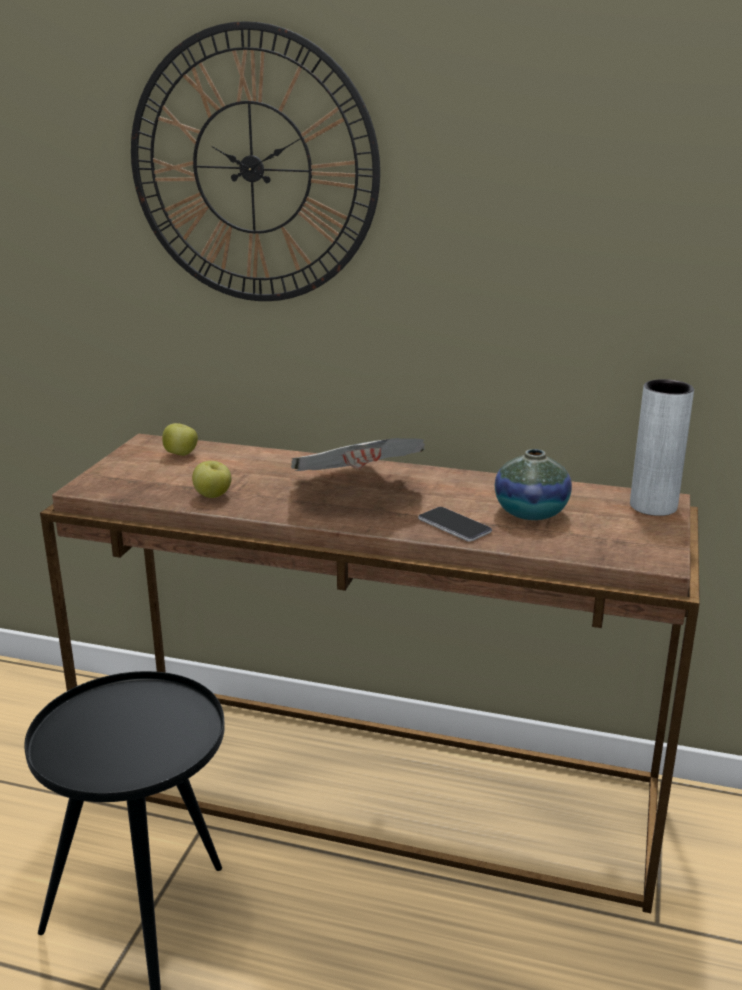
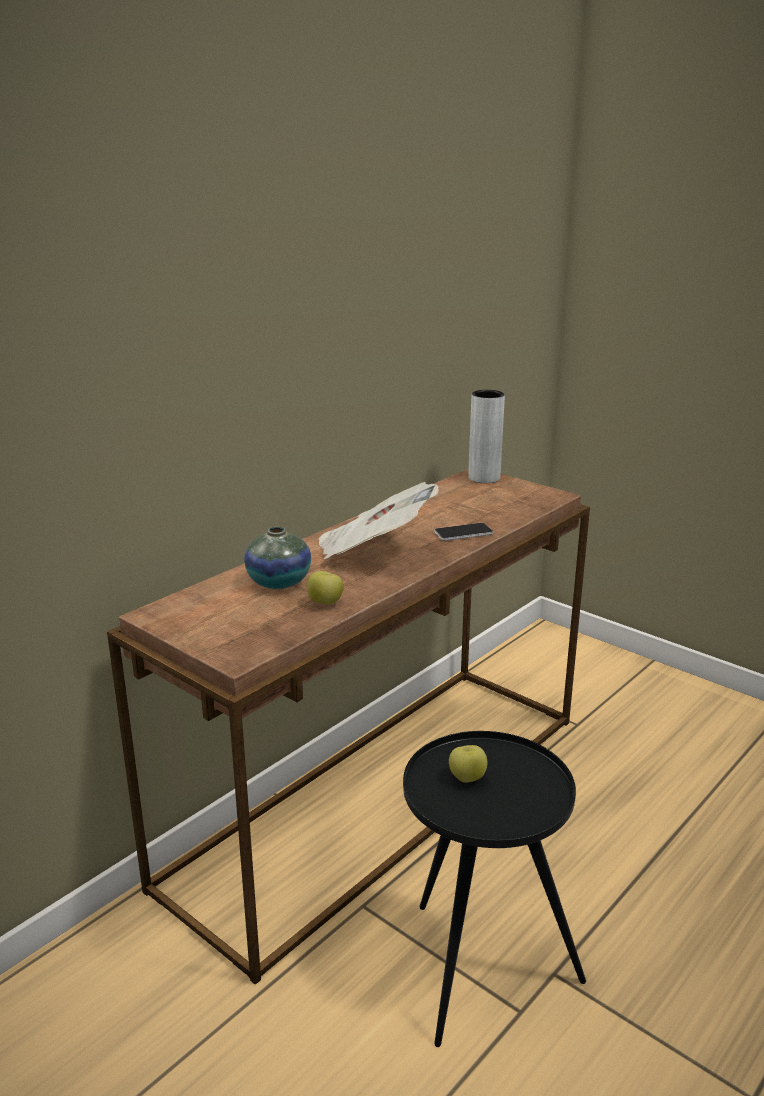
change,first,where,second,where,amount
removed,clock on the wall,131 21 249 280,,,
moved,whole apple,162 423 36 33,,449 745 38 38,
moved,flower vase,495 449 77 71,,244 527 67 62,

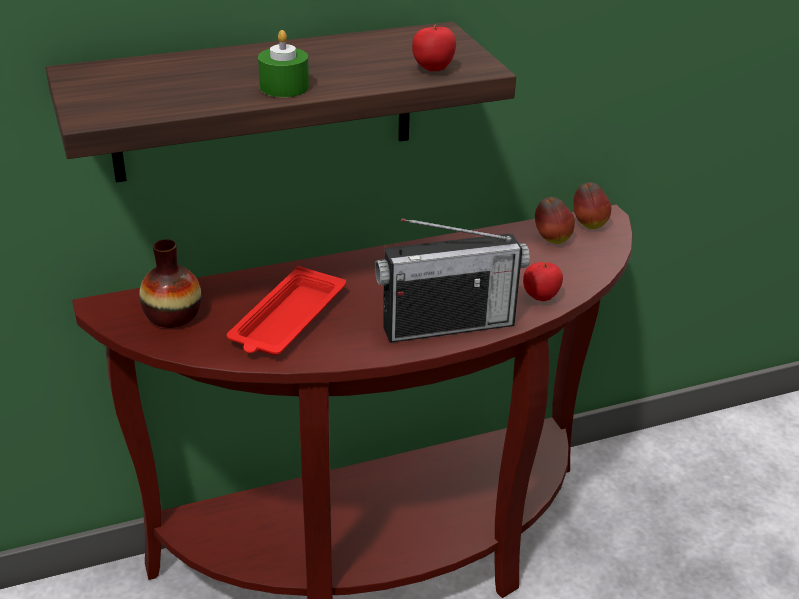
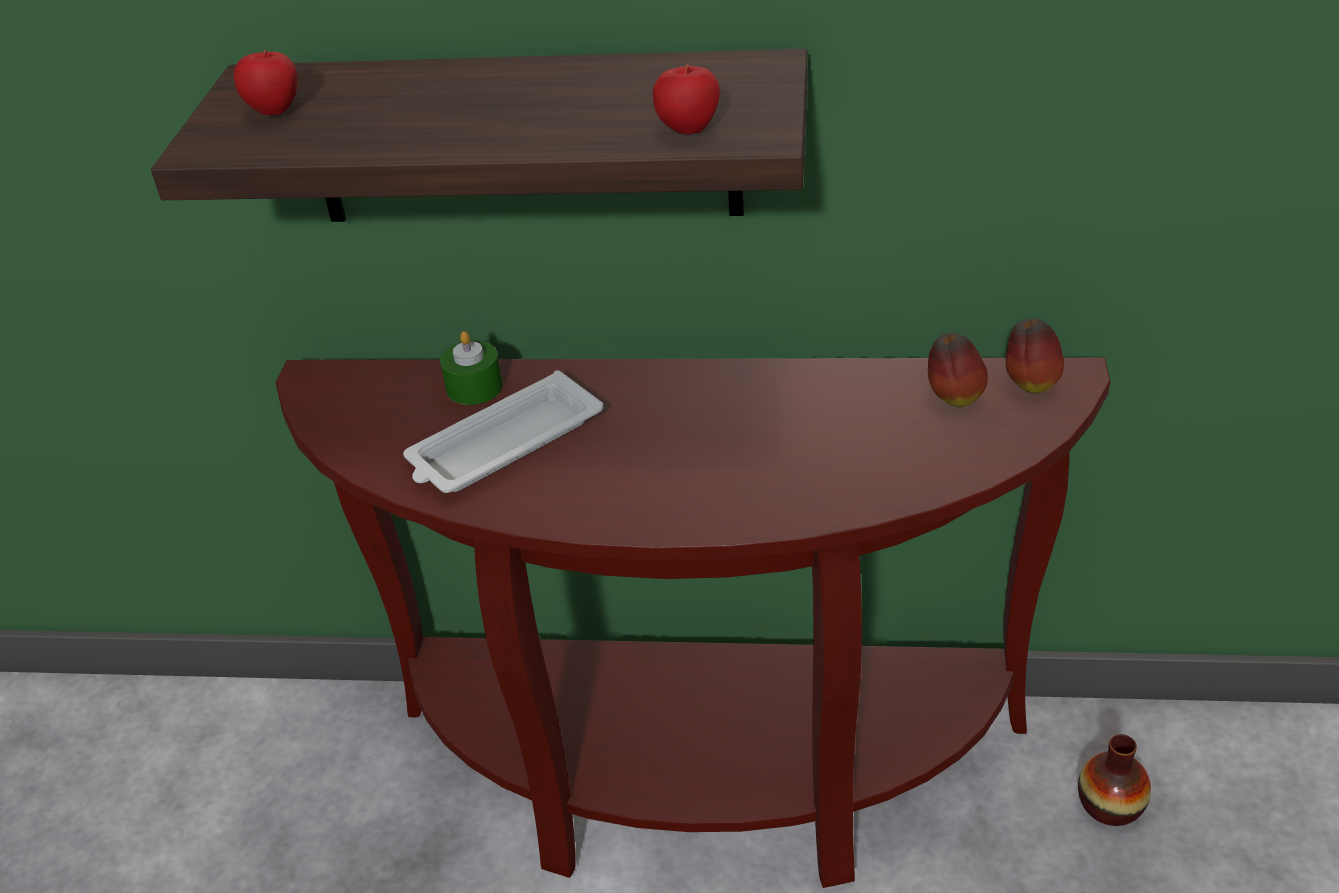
change,first,where,second,where,amount
removed,radio,375 218 155 125,,,
moved,flower vase,139 239 62 89,,1078 734 73 92,
moved,green candle,258 30 51 67,,440 331 63 74,
moved,whole apple,523 262 40 39,,234 50 63 66,
recoloured,red-coloured serving tray,227 266 119 89,white-coloured serving tray,403 370 200 123,

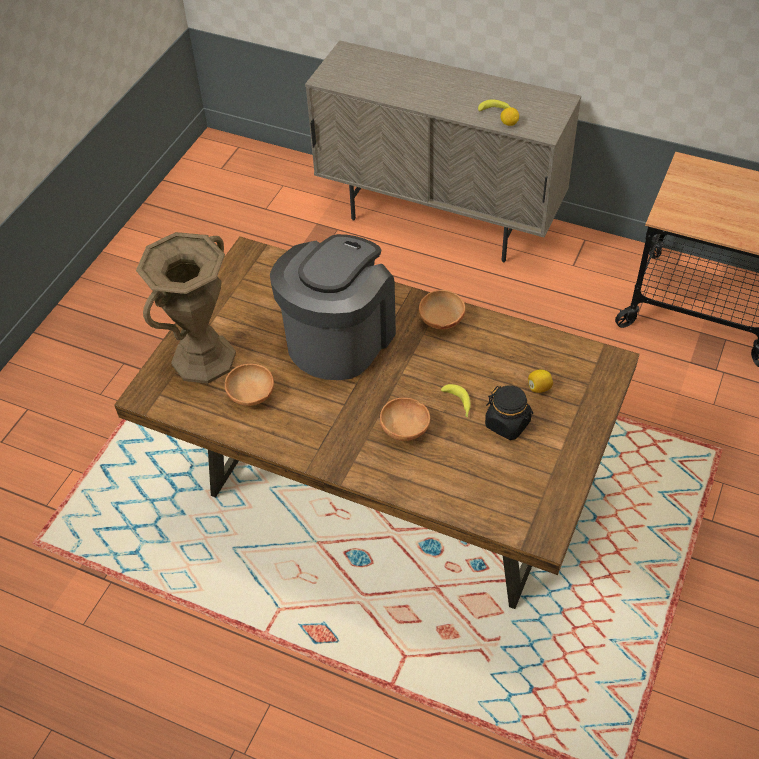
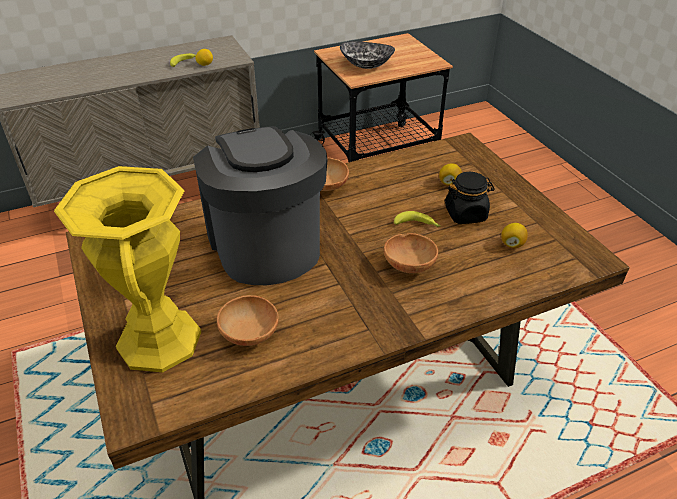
change,first,where,second,where,amount
added,,,serving bowl,340 41 55 28,
added,,,citrus fruit,501 223 27 26,
recoloured,brown-coloured flower vase,136 232 100 151,yellowish flower vase,54 166 147 206,

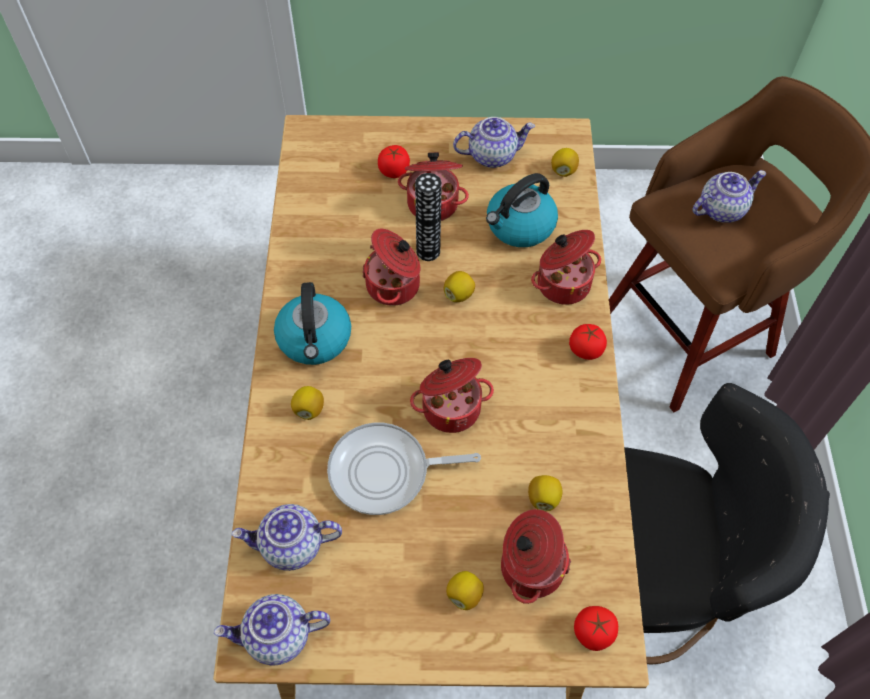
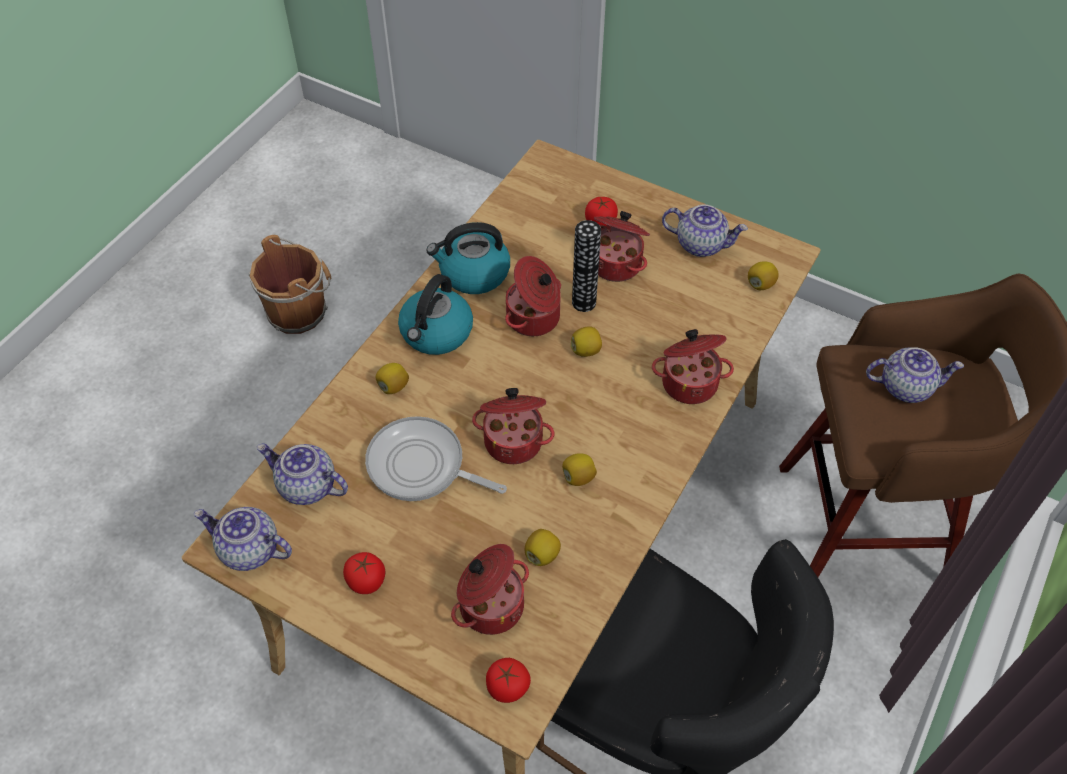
change,first,where,second,where,amount
added,,,brown-coloured bucket,249 235 83 99,
moved,citrus fruit,446 571 38 39,,562 453 35 33,
moved,tea kettle,486 173 72 74,,426 222 84 72,
moved,tomato,569 324 38 36,,343 552 43 42,

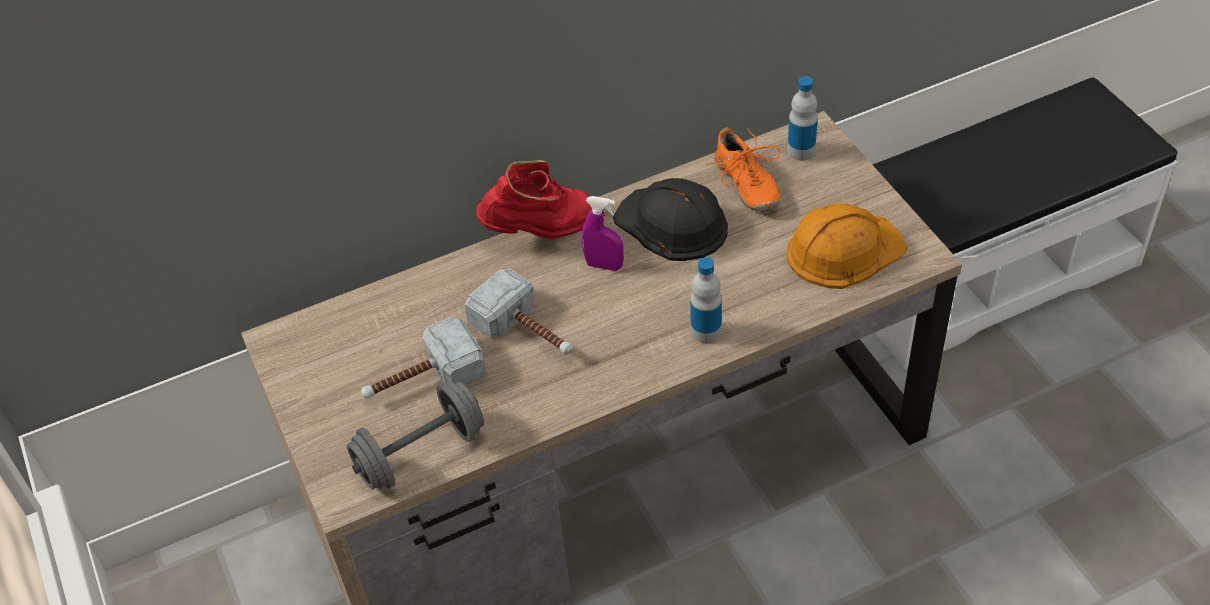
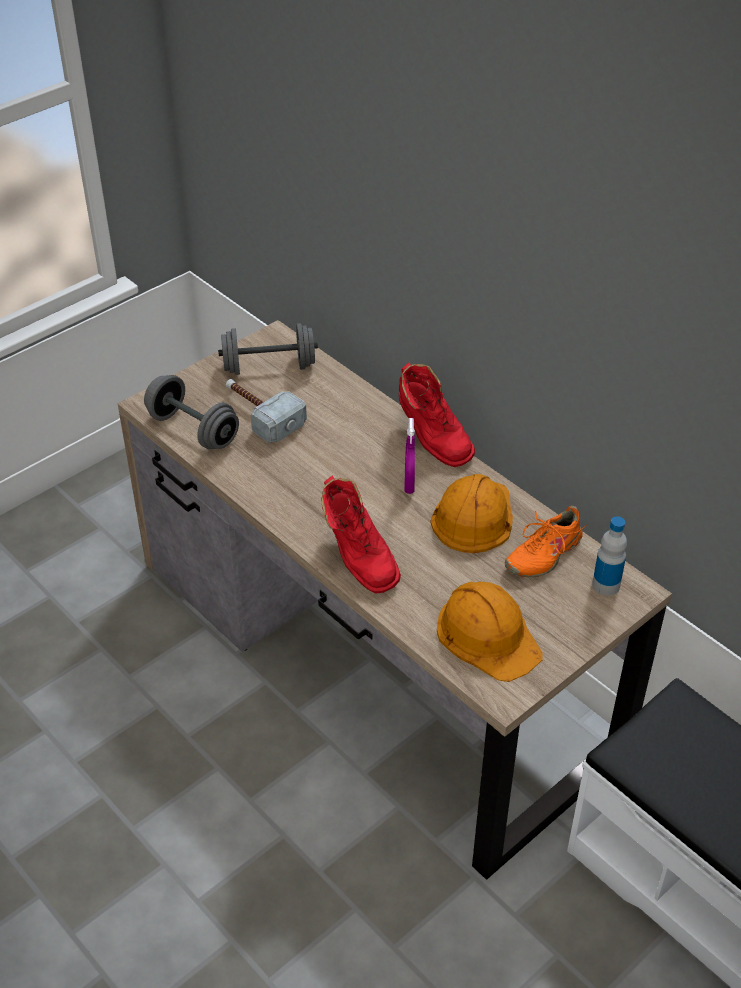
change,first,where,second,where,amount
removed,hammer,464 269 109 86,,,
added,,,greyish hand weight,218 323 100 52,
replaced,bottle,690 257 32 87,red-coloured tall boot,321 476 80 118,
recoloured,black-coloured safety helmet,613 178 115 83,orangey safety helmet,430 474 83 79,

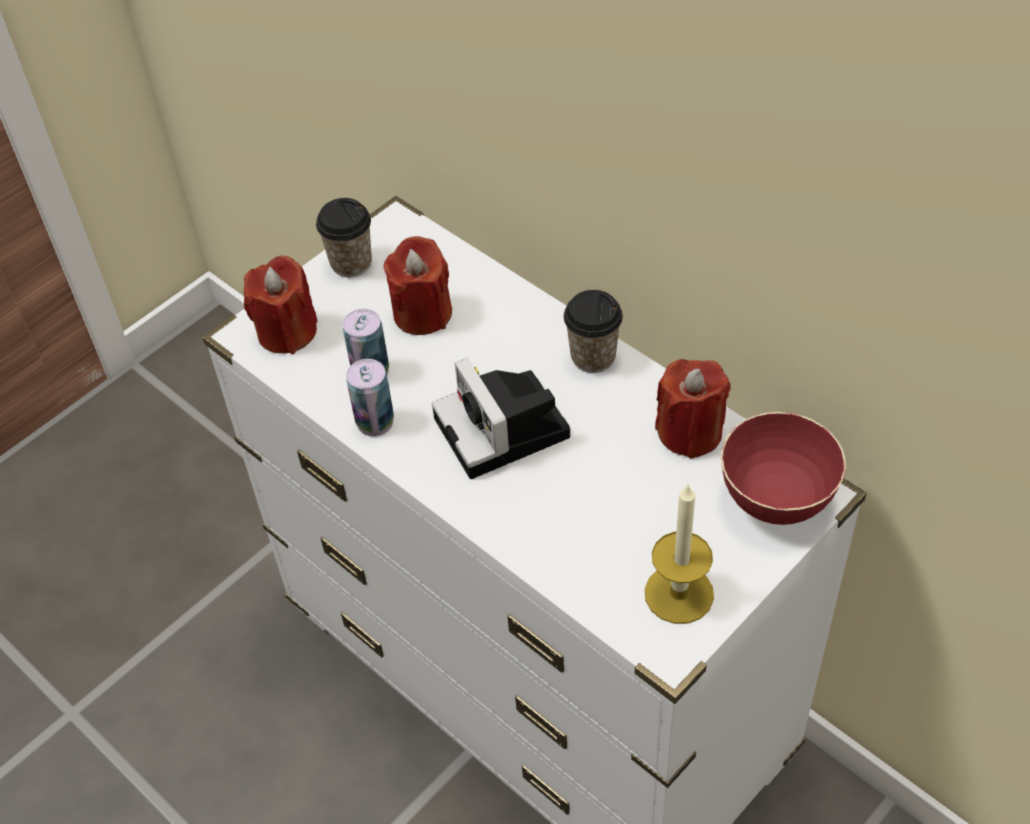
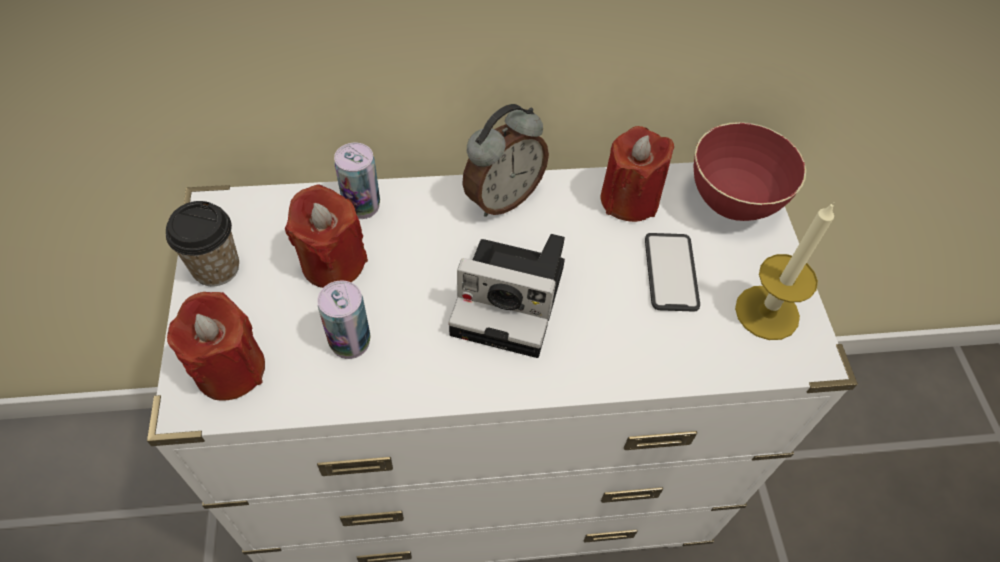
change,first,where,second,where,amount
added,,,phone,645 233 55 79,
moved,can,346 359 48 78,,334 143 46 76,
replaced,cup,564 290 59 83,bedside clock,462 104 87 113,

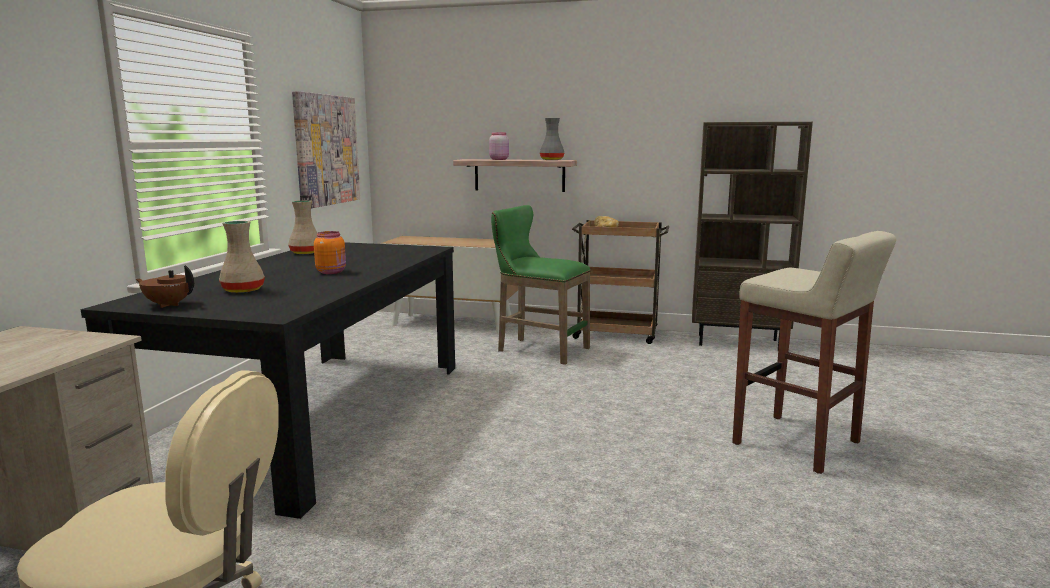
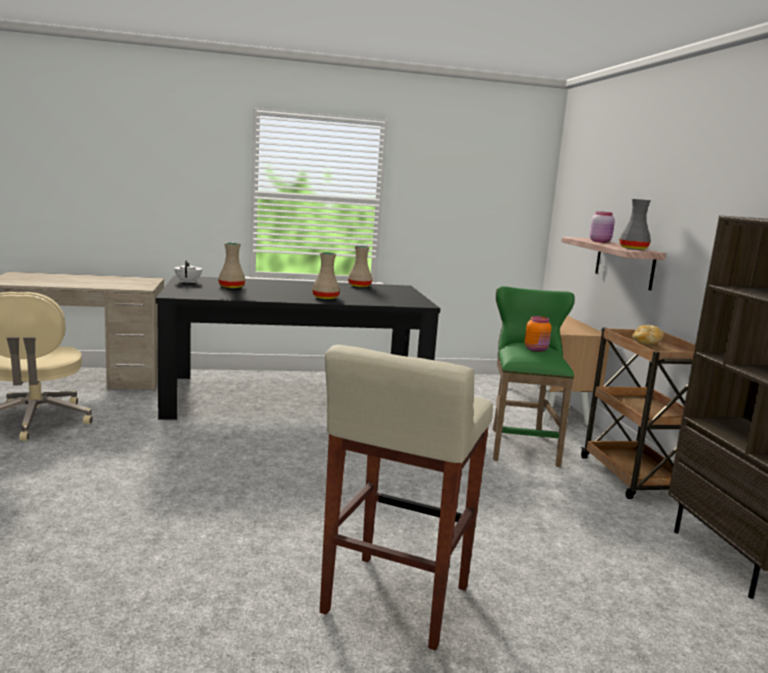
change,first,where,second,where,amount
removed,picture,292 91 68 117,,,
added,,,beige-coloured flower vase,312 252 28 47,
moved,orangey jar,314 231 32 43,,525 316 26 36,
recoloured,brown-coloured pot for tea,136 265 58 43,white-coloured pot for tea,174 261 28 23,

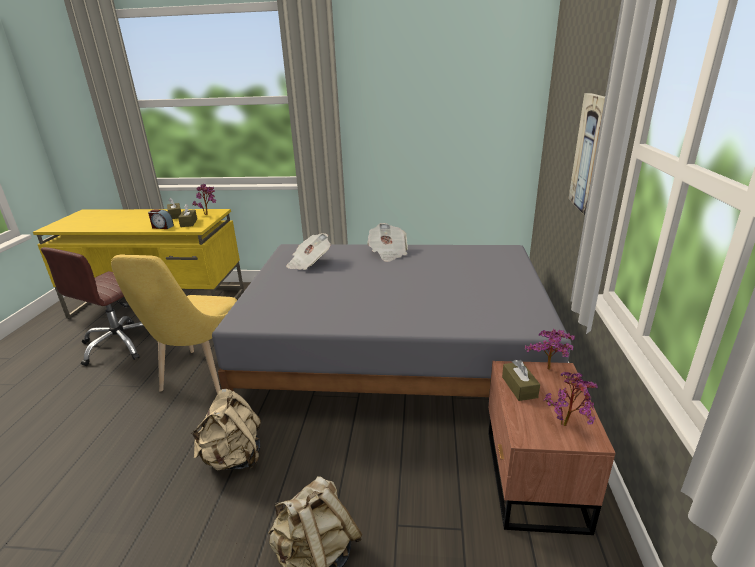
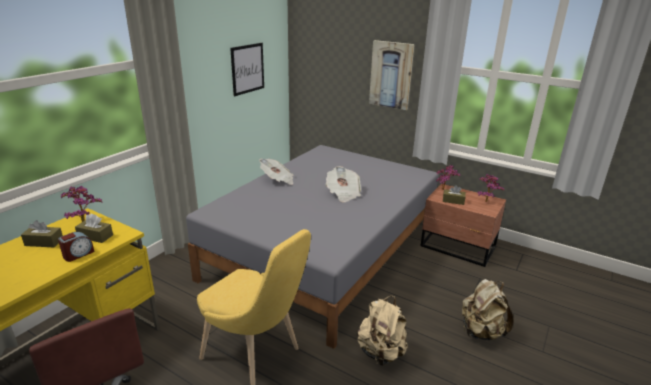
change,first,where,second,where,amount
added,,,picture,230 43 34 53,
moved,printed paper,286 233 44 37,,326 166 35 36,

